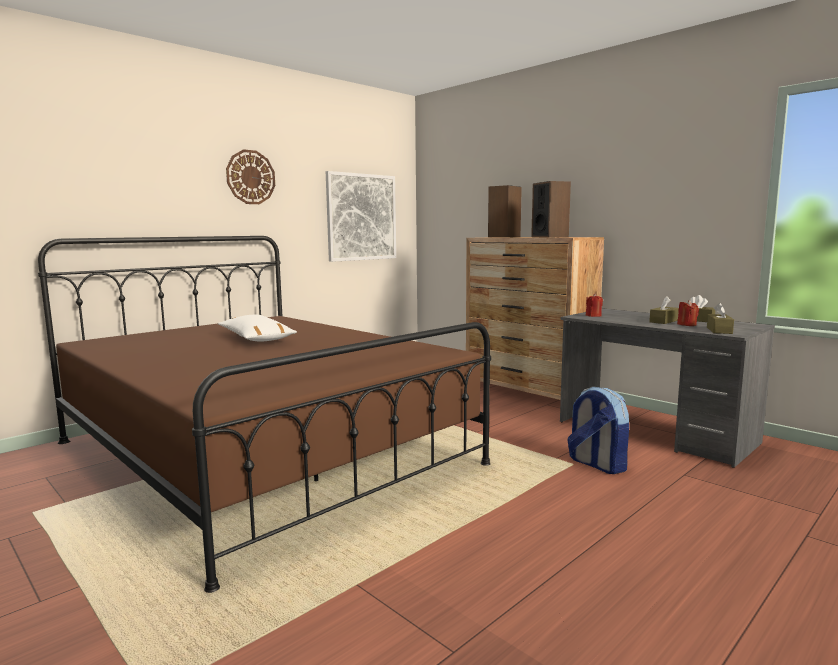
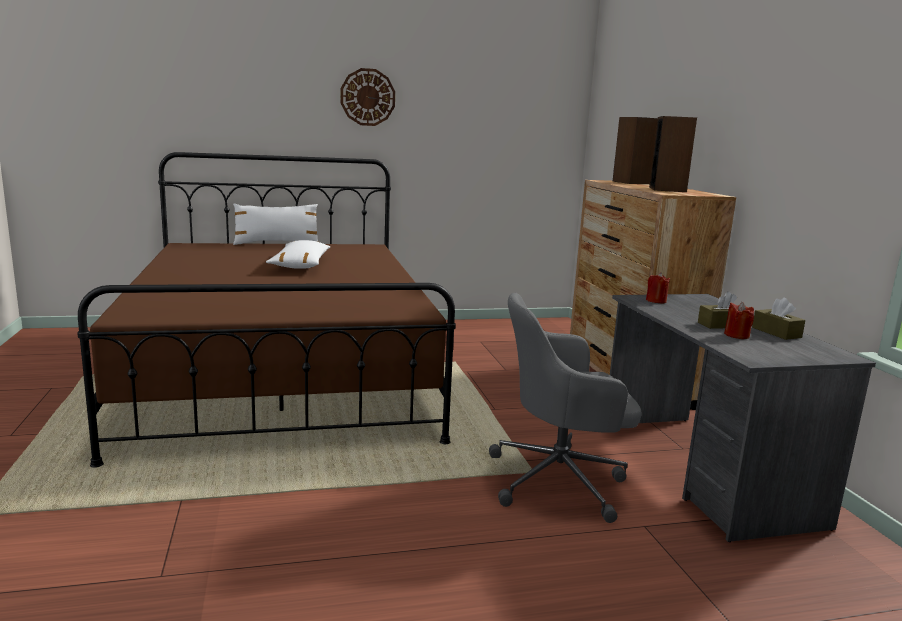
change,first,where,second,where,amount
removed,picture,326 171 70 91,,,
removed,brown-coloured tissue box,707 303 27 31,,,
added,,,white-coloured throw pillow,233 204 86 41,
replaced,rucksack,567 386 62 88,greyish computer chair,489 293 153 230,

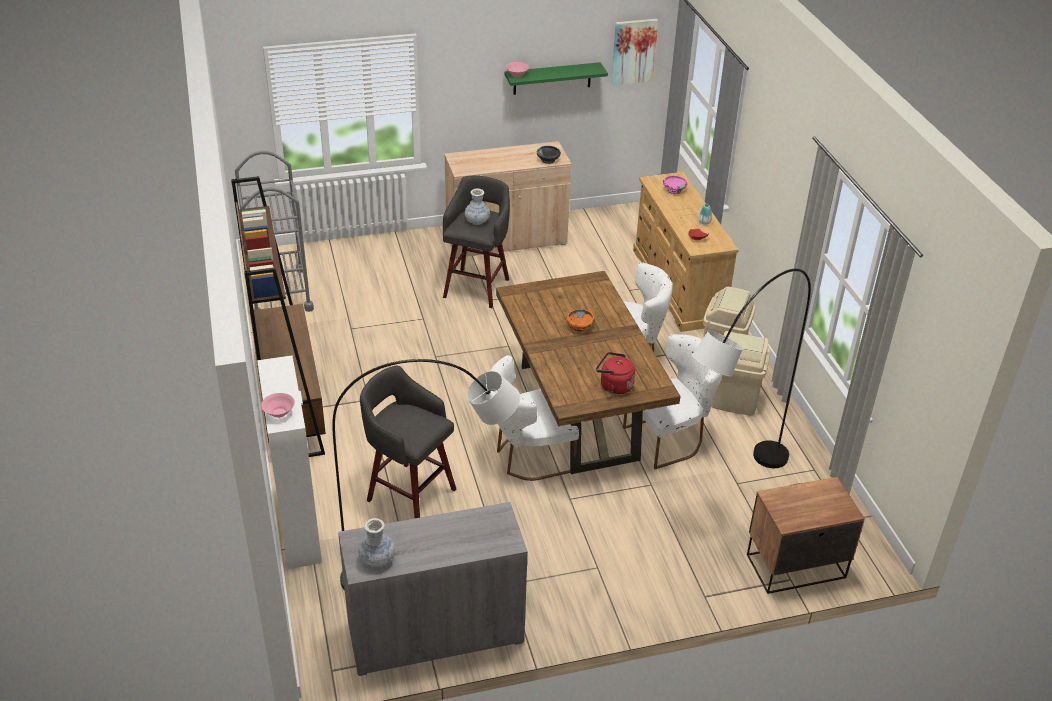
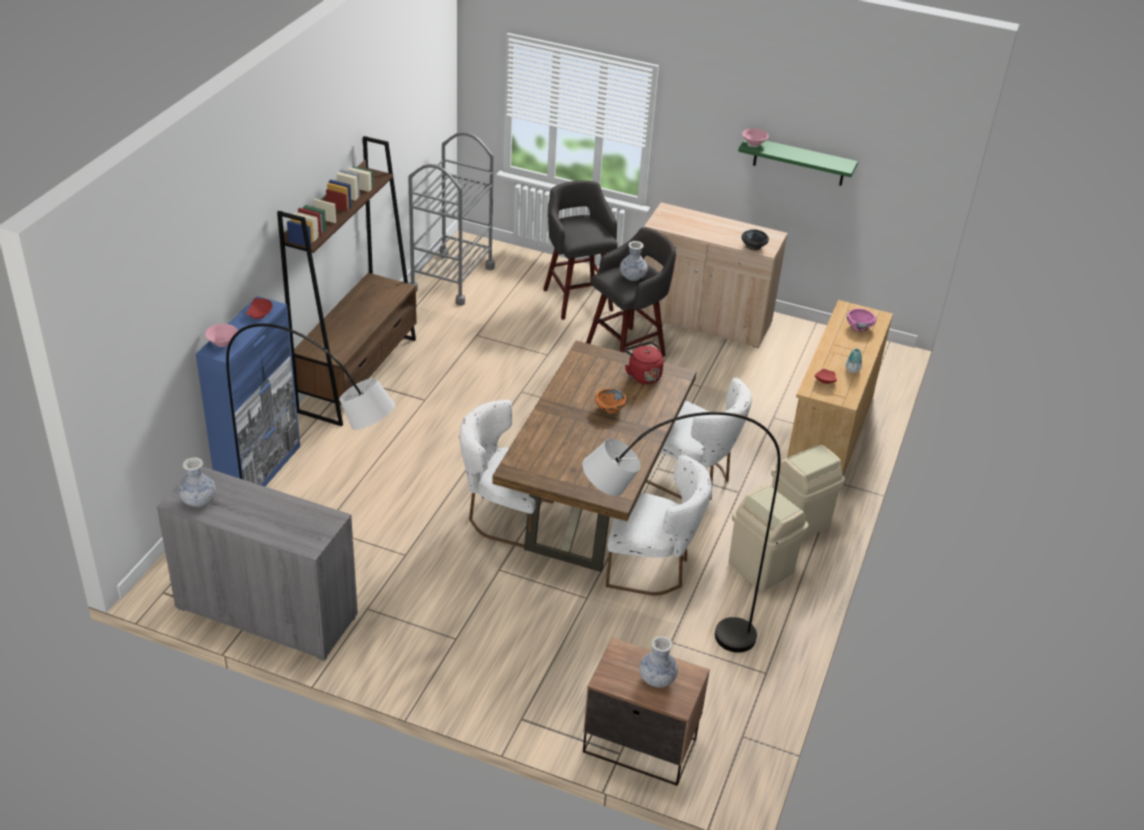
change,first,where,second,where,amount
removed,picture,611 19 47 66,,,
added,,,red-coloured dinner plate,246 298 27 21,
added,,,flower vase,639 636 39 51,
moved,greyish stool seat,360 366 97 152,,543 180 75 140,
moved,red-coloured tea kettle,596 352 39 43,,624 341 40 43,
recoloured,white-coloured storage cabinet,257 356 65 213,blue-coloured storage cabinet,196 296 104 191,

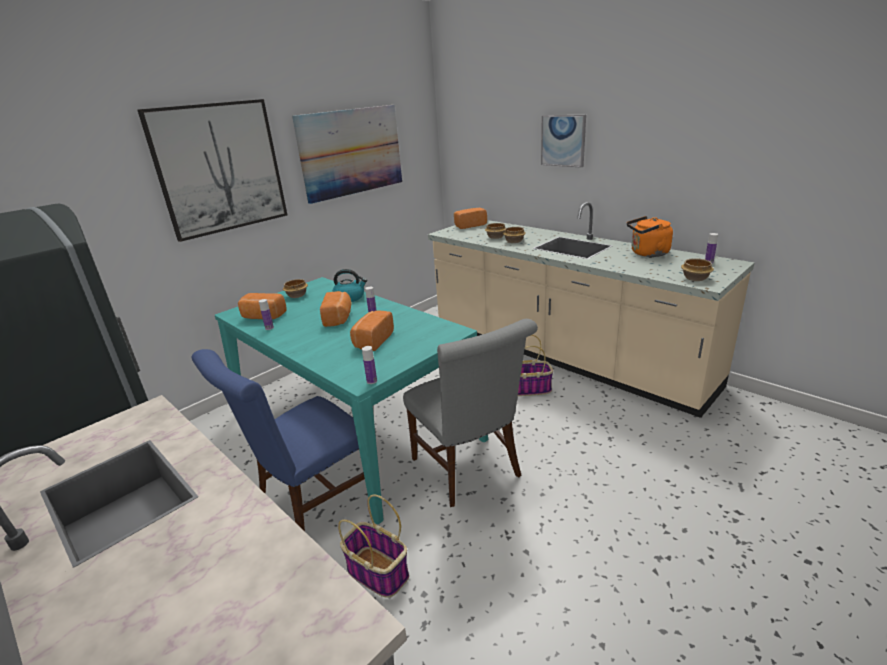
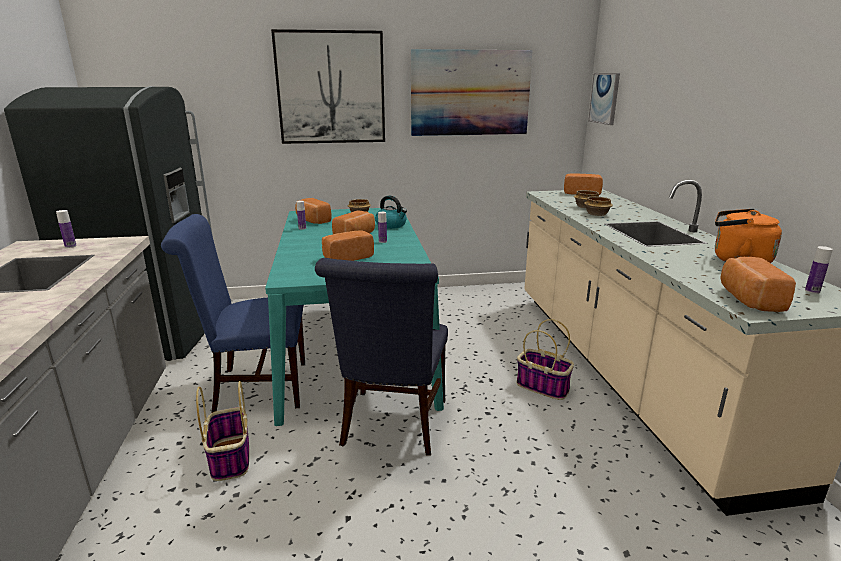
change,first,where,second,where,amount
moved,bottle,362 346 15 38,,56 210 21 38,
moved,picture,541 115 45 53,,588 73 32 52,
replaced,serving bowl,681 258 33 23,bakery bread,720 257 76 55,
recoloured,greyish plain chair,403 319 135 188,blue-coloured plain chair,315 258 133 198,

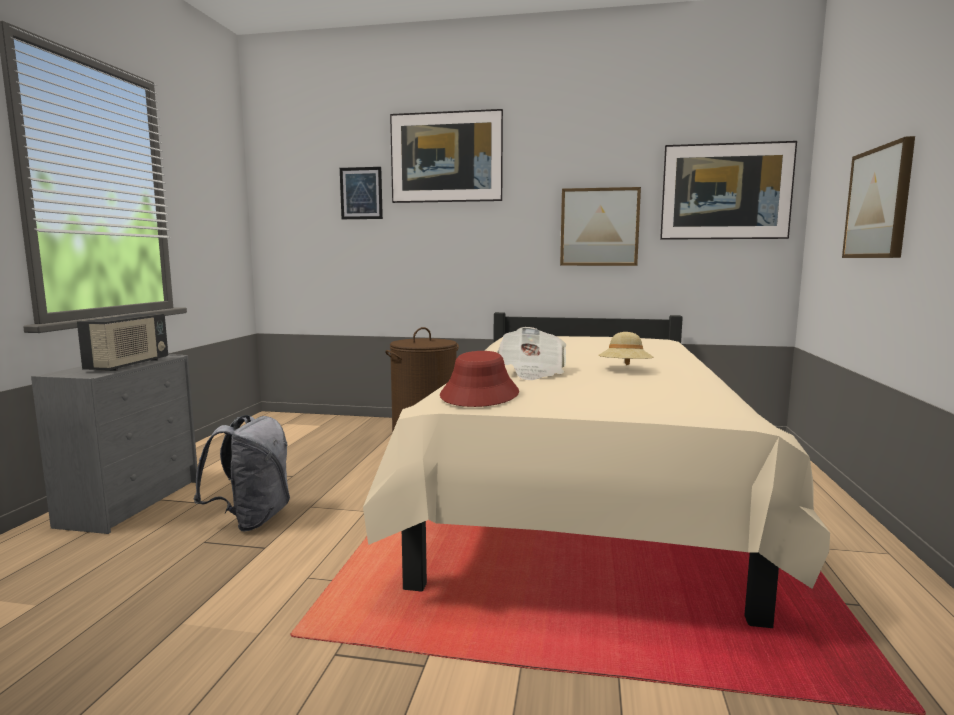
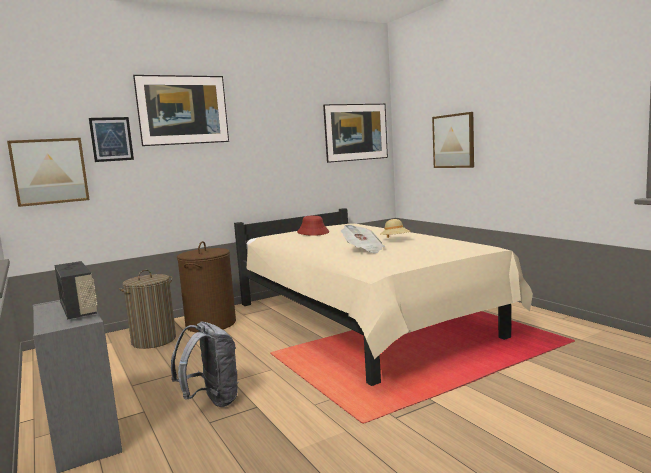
change,first,where,second,where,amount
added,,,laundry basket,119 270 57 79,
moved,red-coloured wearable hat,440 351 79 56,,297 216 32 20,
moved,picture,560 187 81 79,,7 138 83 69,

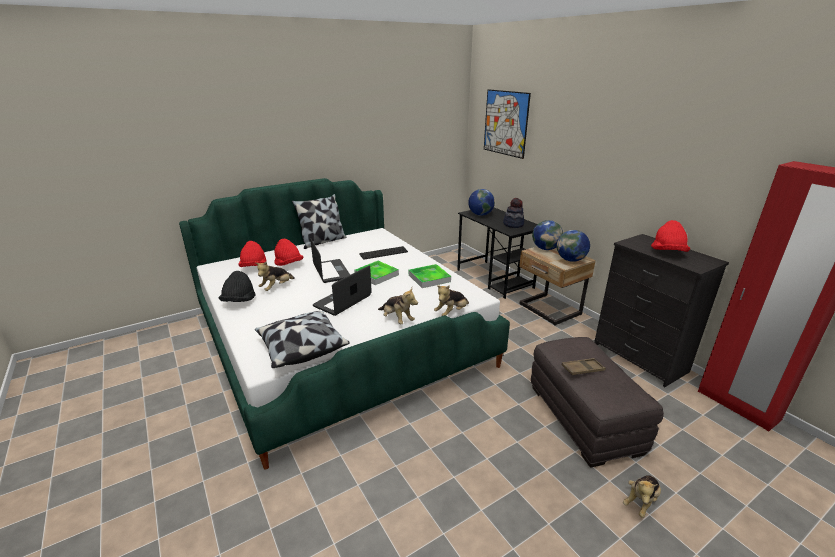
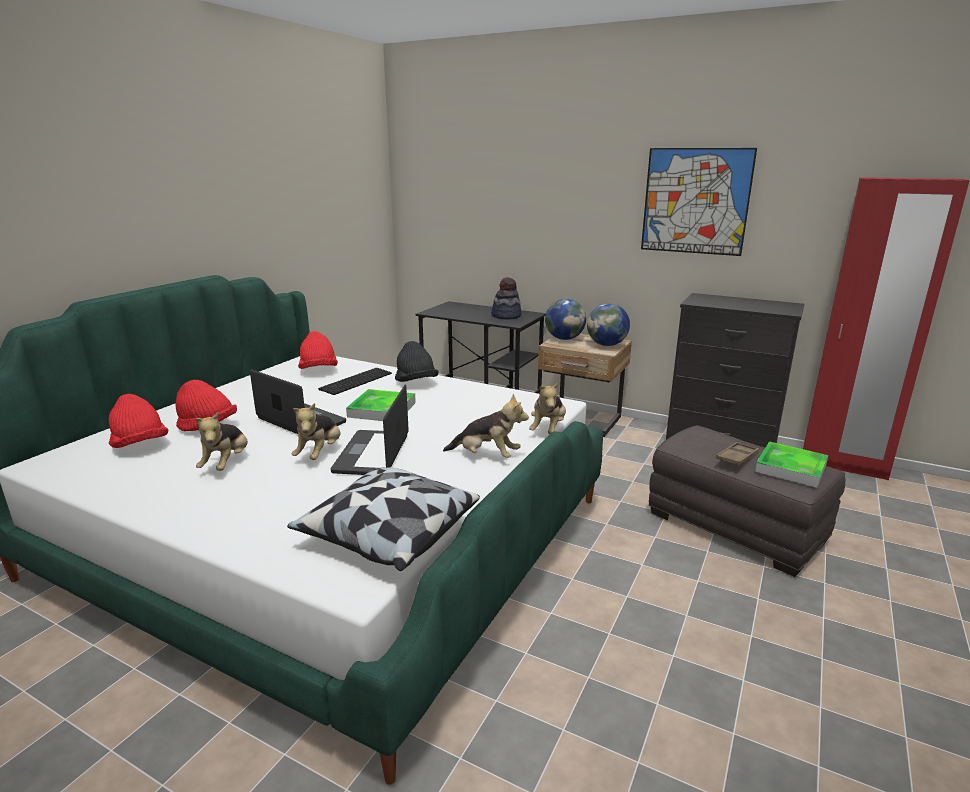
change,first,where,second,where,amount
removed,throw pillow,292 194 55 55,,,
removed,desk globe,468 189 27 27,,,
moved,black-coloured wearable hat,218 271 37 31,,395 341 44 41,
moved,serving tray,409 264 42 24,,755 441 73 47,
moved,picture,484 89 47 70,,641 148 116 108,
moved,soft toy,623 475 38 43,,292 403 49 57,
moved,red-coloured wearable hat,651 220 39 32,,298 331 40 38,

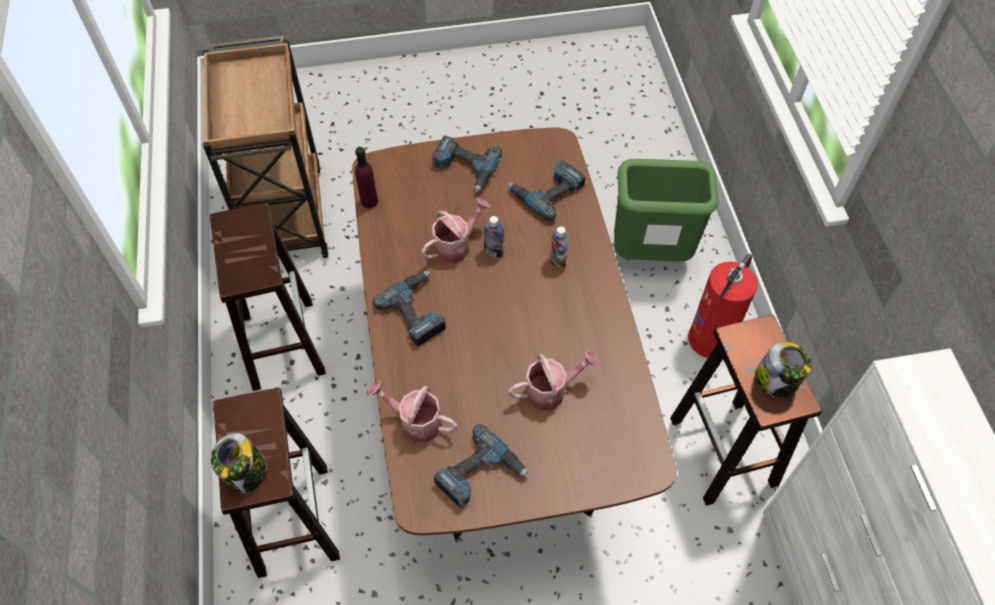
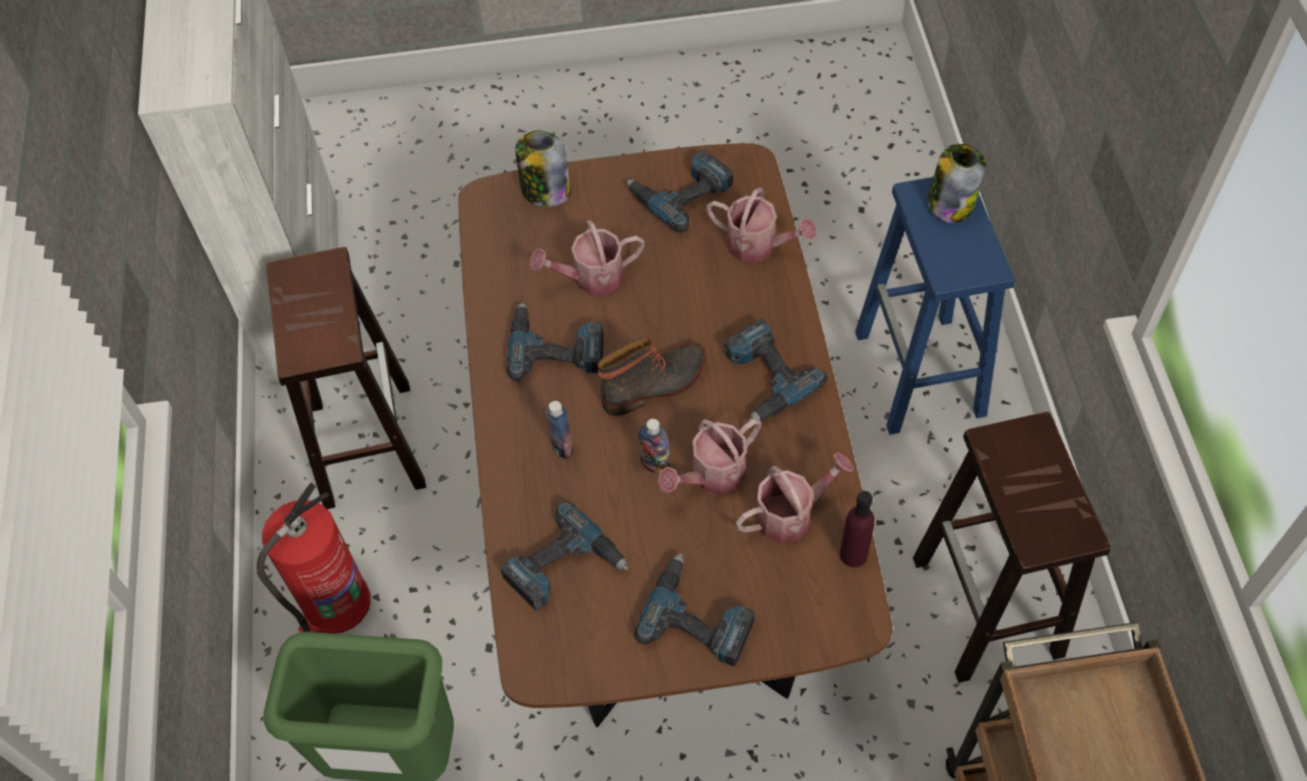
change,first,where,second,where,amount
added,,,drill,507 302 97 79,
added,,,tall boot,597 336 109 80,
added,,,watering can,736 452 118 92,
moved,jar,755 342 57 55,,515 131 56 76,
recoloured,brown-coloured stool seat,213 388 127 190,blue-coloured stool seat,855 177 160 258,

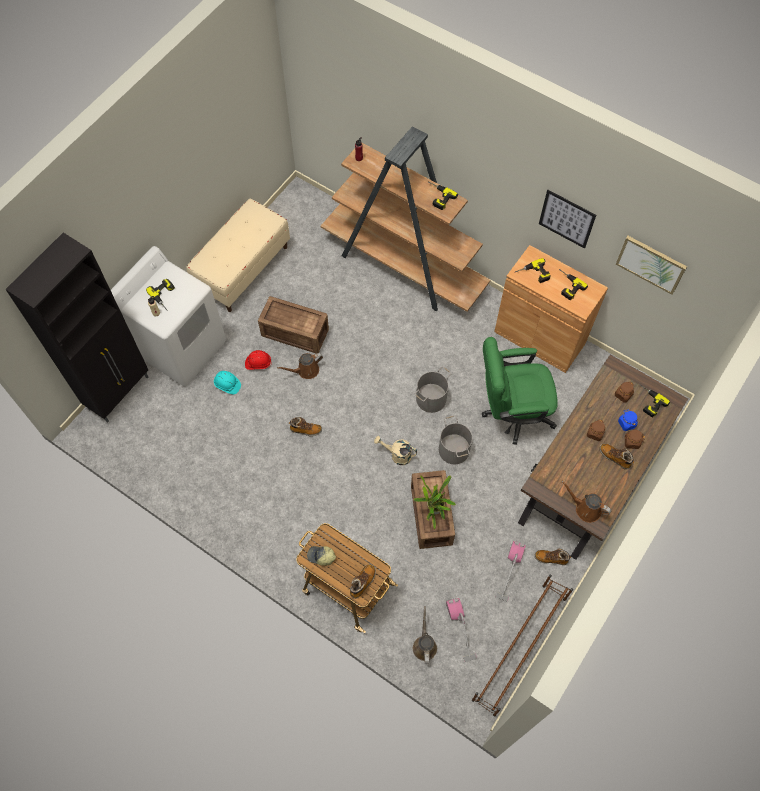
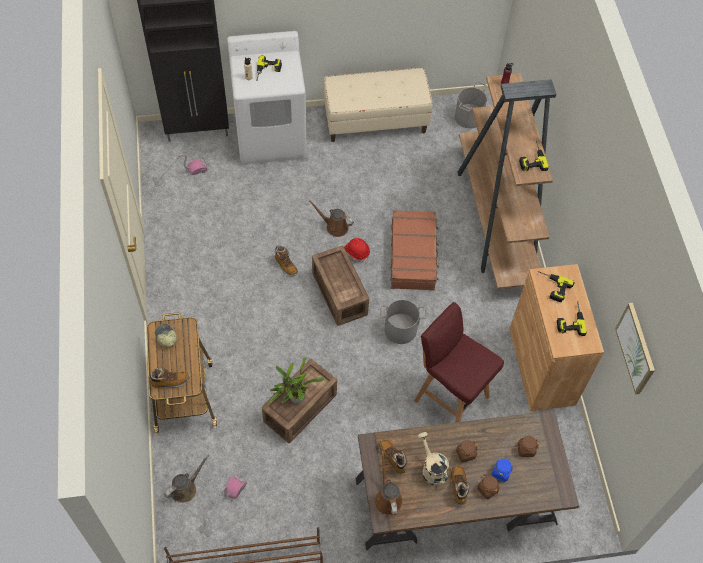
change,first,where,second,where,amount
removed,turquoise-coloured safety helmet,214 371 27 23,,,
removed,picture,539 190 57 59,,,
removed,drill,639 384 31 33,,,
added,,,brown-coloured travel case,390 210 49 81,
moved,red-coloured safety helmet,245 350 27 20,,344 238 26 24,
moved,shipping crate,258 296 71 57,,312 245 57 81,
moved,beige-coloured watering can,374 436 43 29,,418 432 31 53,
moved,greyish bucket,439 415 33 49,,455 81 32 48,
moved,vacuum,496 541 30 60,,153 154 54 33,
moved,tall boot,534 549 37 16,,379 439 28 35,
replaced,green computer chair,482 337 76 108,red-coloured stool seat,414 302 90 121,

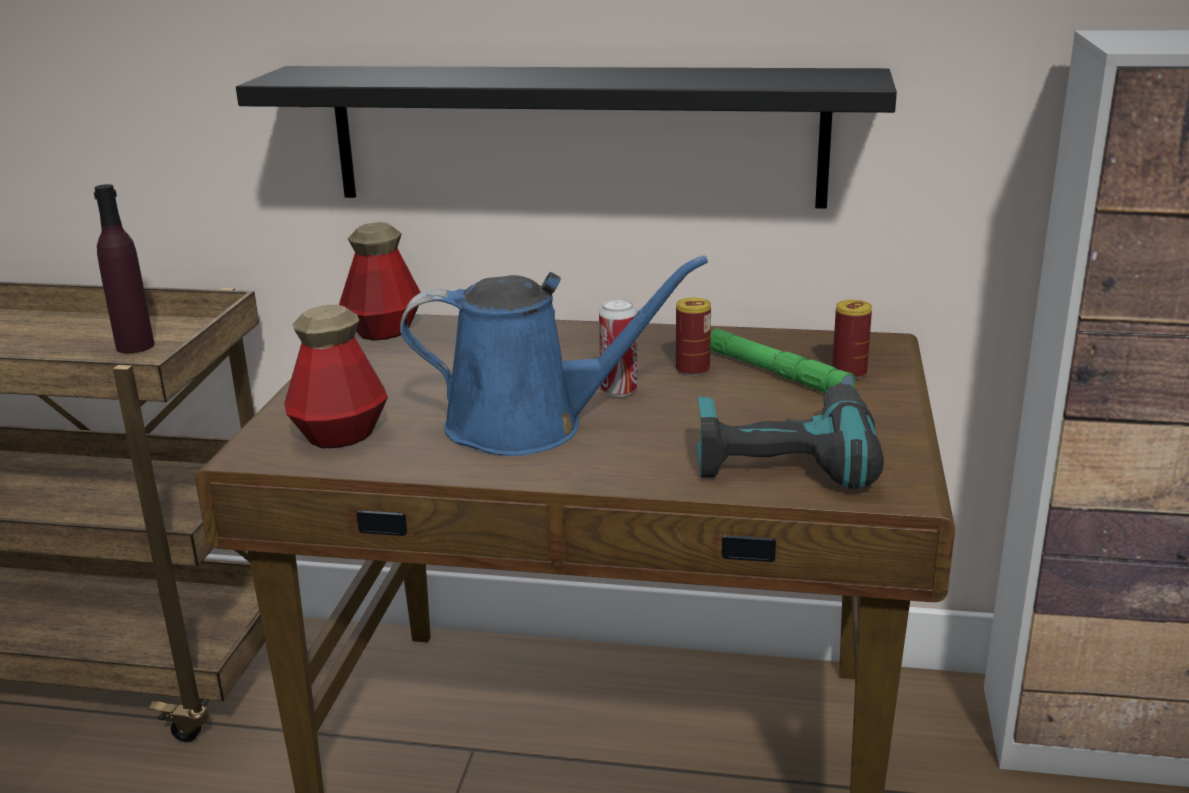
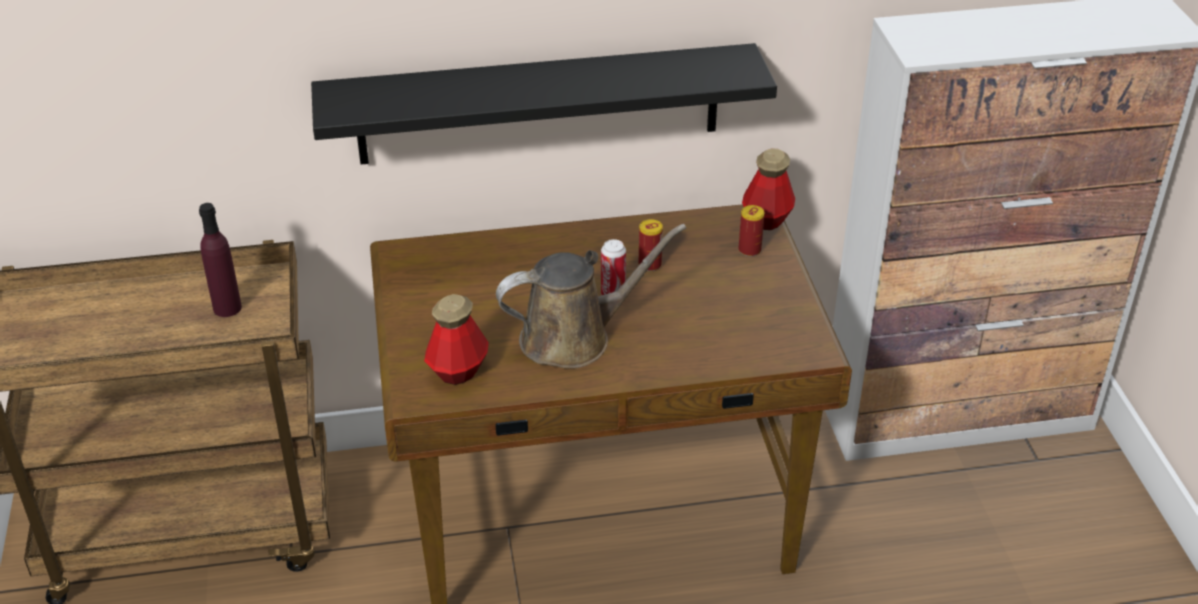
change,first,where,second,where,amount
removed,drill,697 383 187 106,,,
removed,green flashlight,710 329 145 64,,,
moved,bottle,339 222 82 119,,742 148 53 82,
recoloured,blue-coloured watering can,400 255 308 201,brown-coloured watering can,496 224 190 145,

